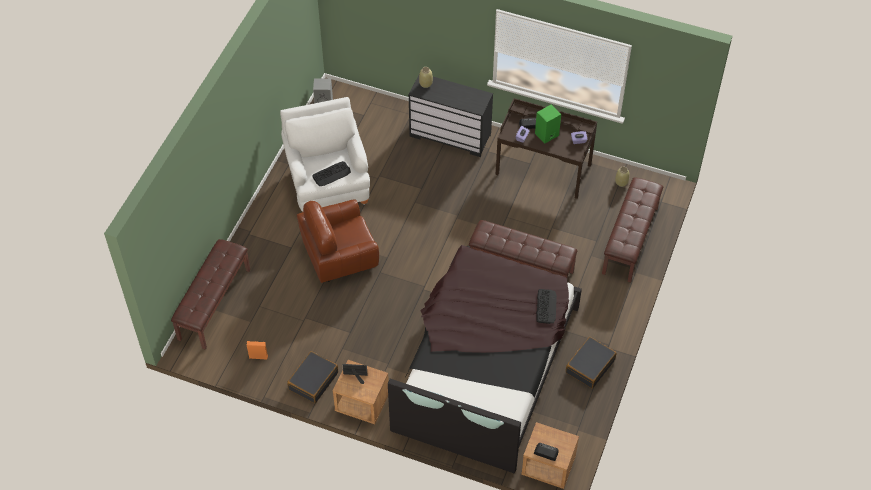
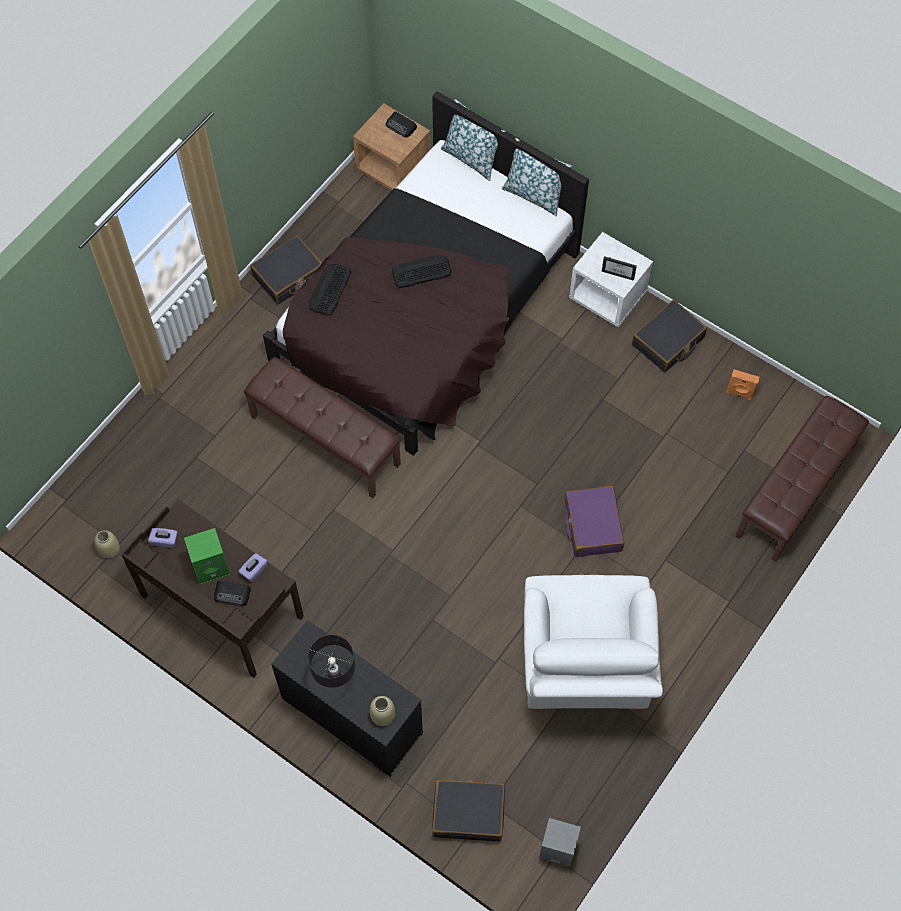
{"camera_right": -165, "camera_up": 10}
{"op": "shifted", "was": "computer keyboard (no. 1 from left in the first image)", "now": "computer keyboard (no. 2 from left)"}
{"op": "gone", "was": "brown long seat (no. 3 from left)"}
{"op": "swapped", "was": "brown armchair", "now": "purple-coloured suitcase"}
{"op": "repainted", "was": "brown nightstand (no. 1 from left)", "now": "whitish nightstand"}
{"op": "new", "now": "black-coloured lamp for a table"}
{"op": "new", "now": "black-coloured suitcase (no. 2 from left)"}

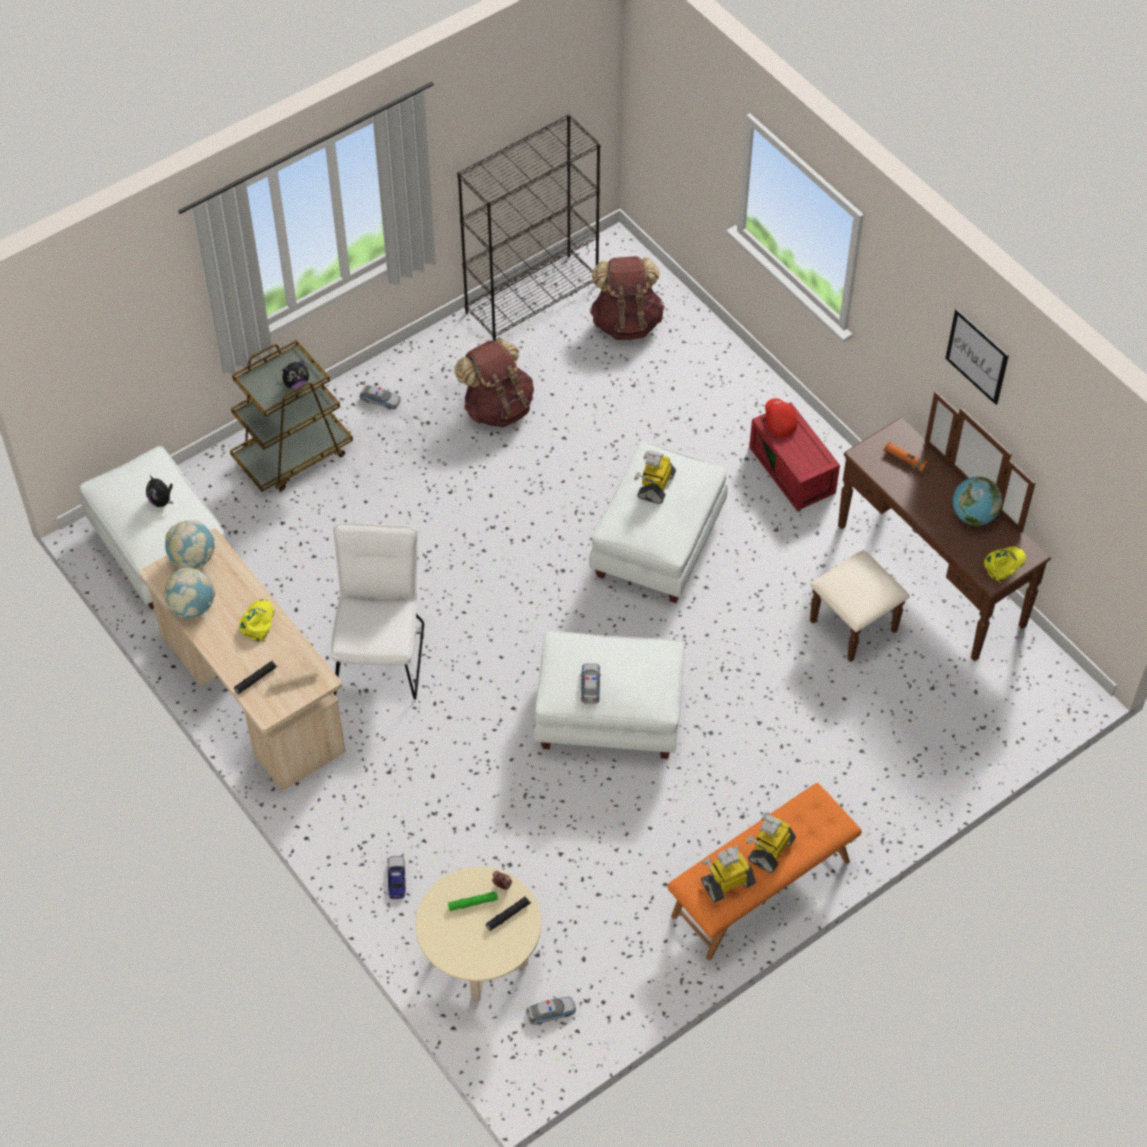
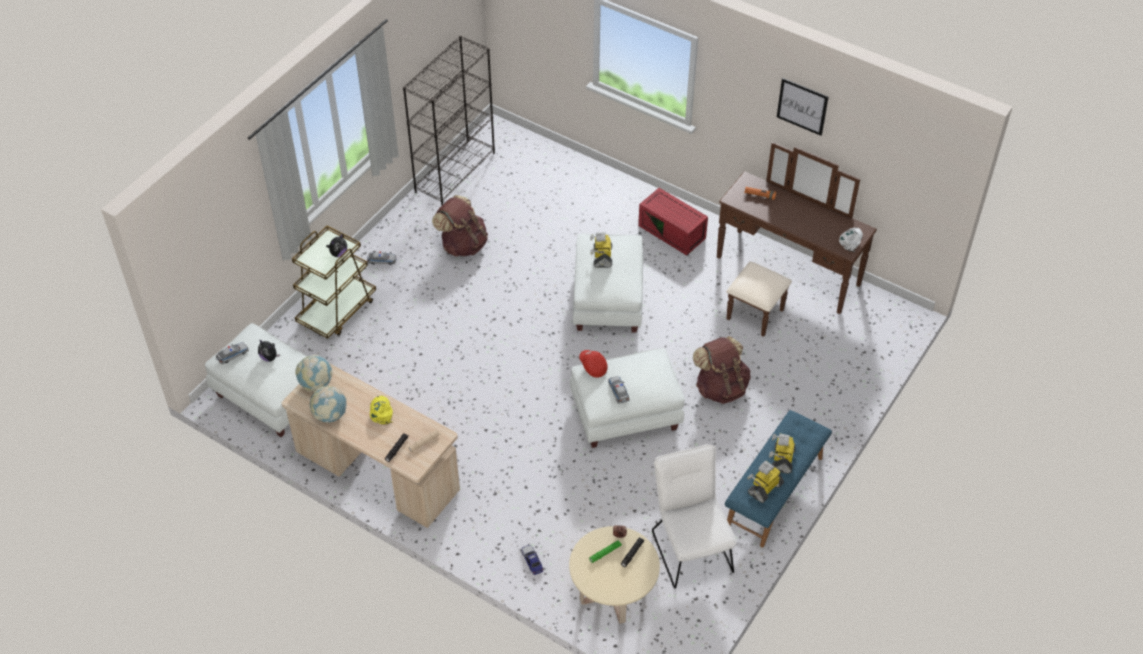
{"camera_right": -20, "camera_up": -5}
{"op": "shifted", "was": "brown rucksack (no. 2 from left)"}
{"op": "shifted", "was": "red-coloured baseball cap"}
{"op": "gone", "was": "desk globe (no. 3 from left)"}
{"op": "shifted", "was": "whitish upright chair"}
{"op": "repainted", "was": "yellowish baseball cap (no. 2 from left)", "now": "whitish baseball cap"}
{"op": "repainted", "was": "orange-coloured long seat", "now": "blue-coloured long seat"}
{"op": "shifted", "was": "miniature car (no. 3 from left in the first image)", "now": "miniature car (no. 1 from left)"}

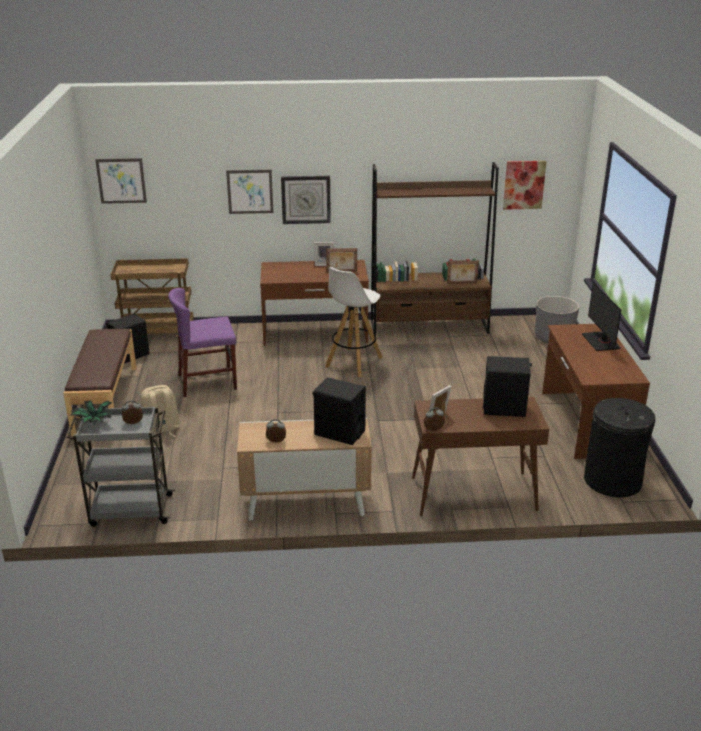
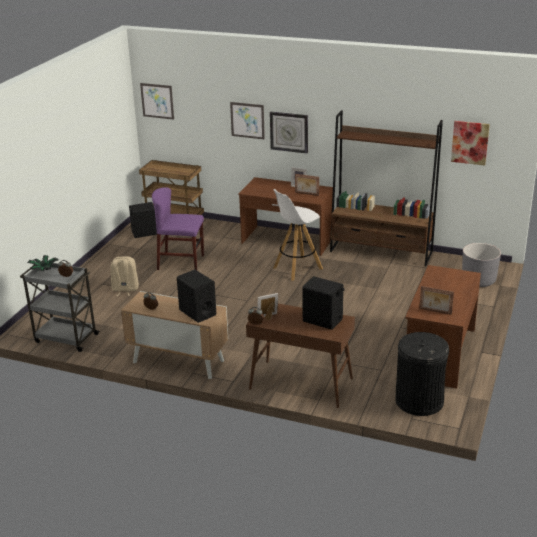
{"camera_right": 25, "camera_up": 0}
{"op": "shifted", "was": "picture frame (no. 4 from left)"}
{"op": "gone", "was": "computer screen"}
{"op": "gone", "was": "brown long seat"}

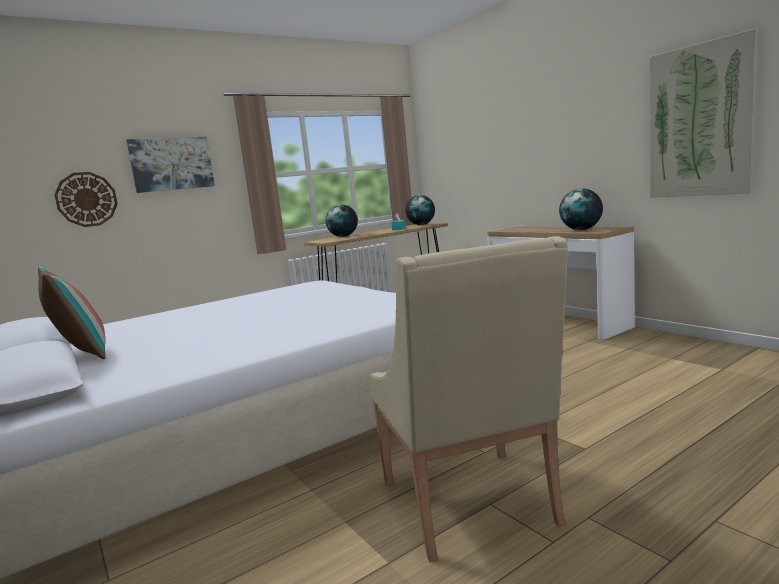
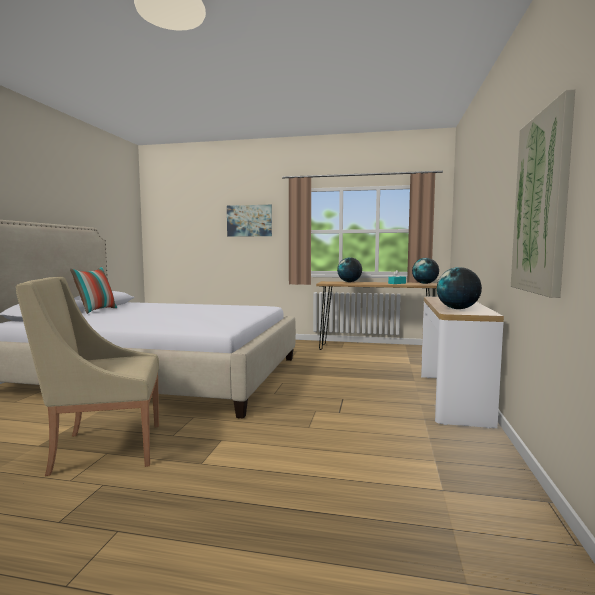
{"camera_right": 45, "camera_up": -5}
{"op": "gone", "was": "clock on the wall"}
{"op": "rotated", "was": "sand-coloured armchair", "clockwise": 45}

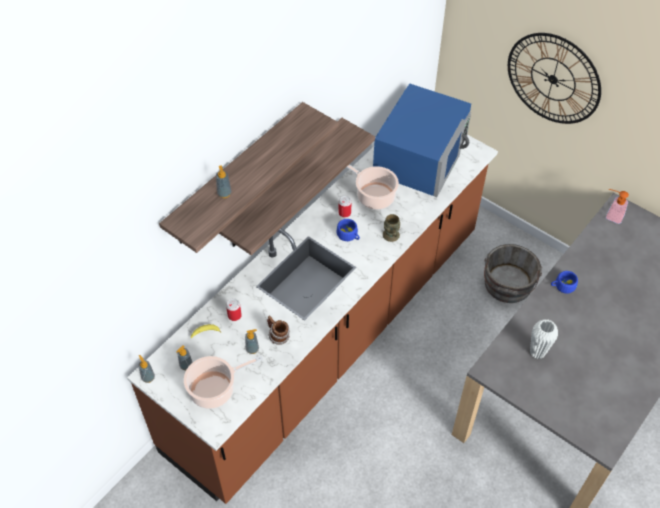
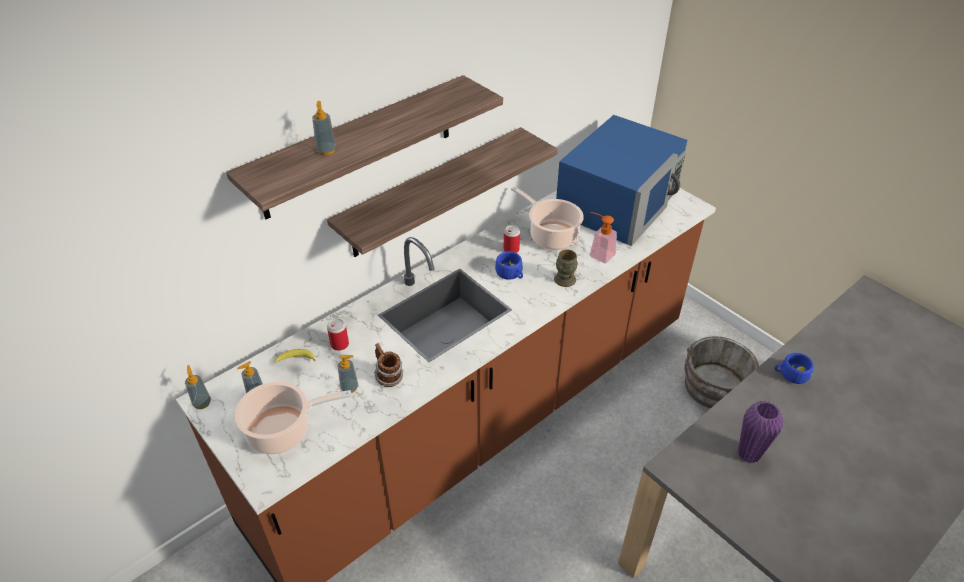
{"camera_right": 10, "camera_up": -10}
{"op": "gone", "was": "clock on the wall"}
{"op": "shifted", "was": "soap dispenser (no. 5 from left)"}
{"op": "repainted", "was": "whitish vase", "now": "purple-coloured vase"}

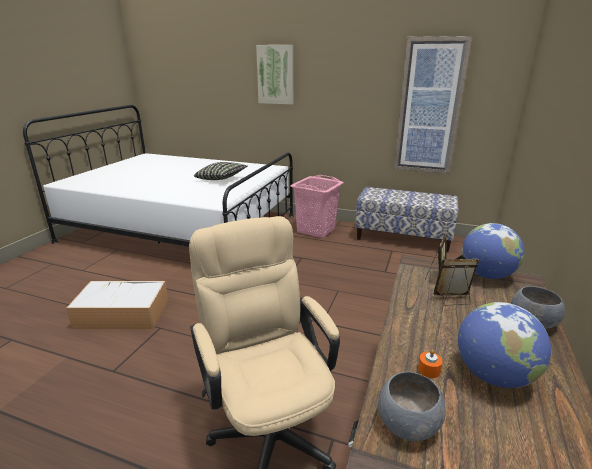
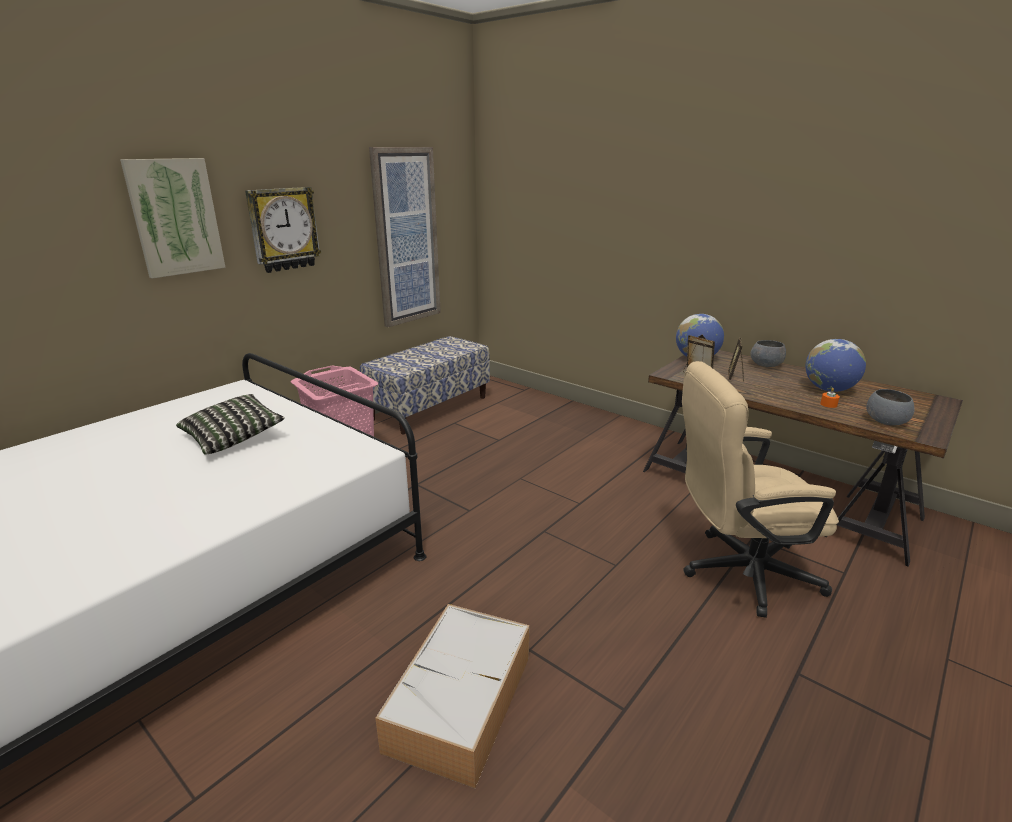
{"camera_right": -70, "camera_up": 0}
{"op": "new", "now": "clock on the wall"}

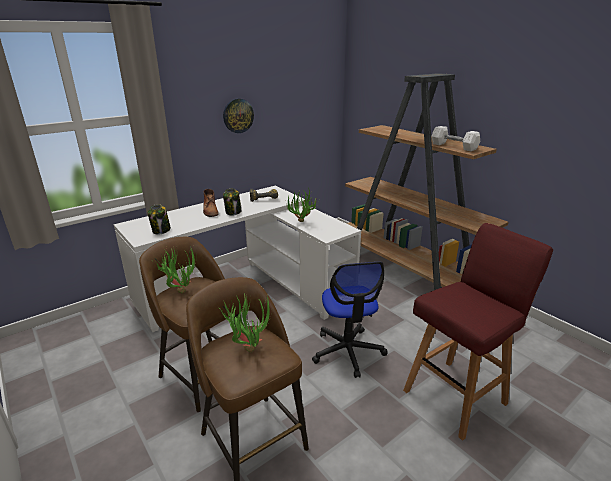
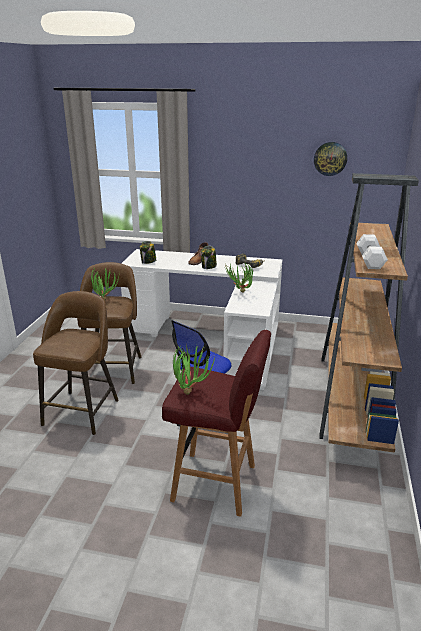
{"camera_right": 50, "camera_up": 0}
{"op": "shifted", "was": "clock on the wall"}
{"op": "shifted", "was": "potted plant (no. 2 from left)"}

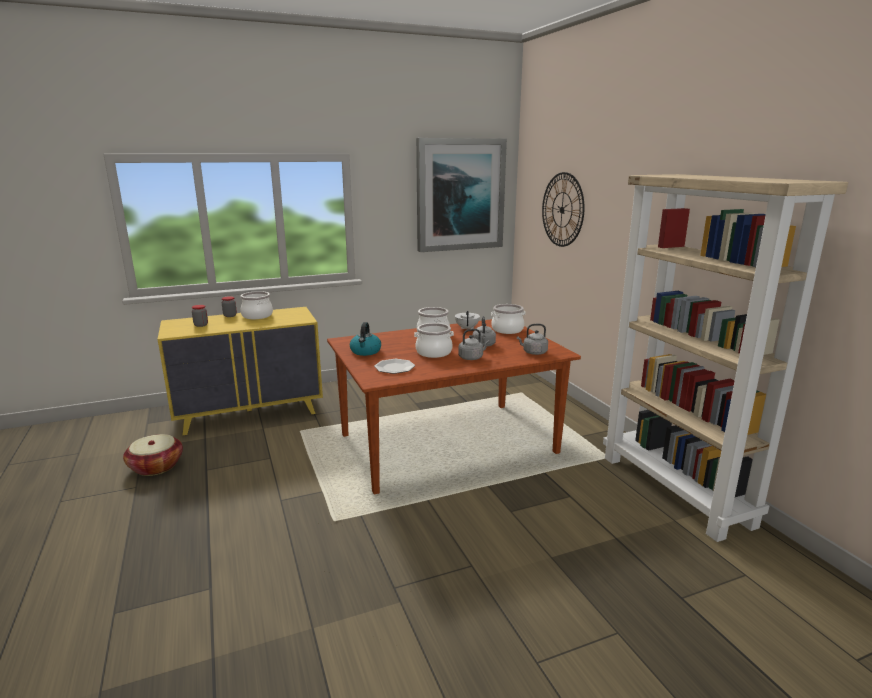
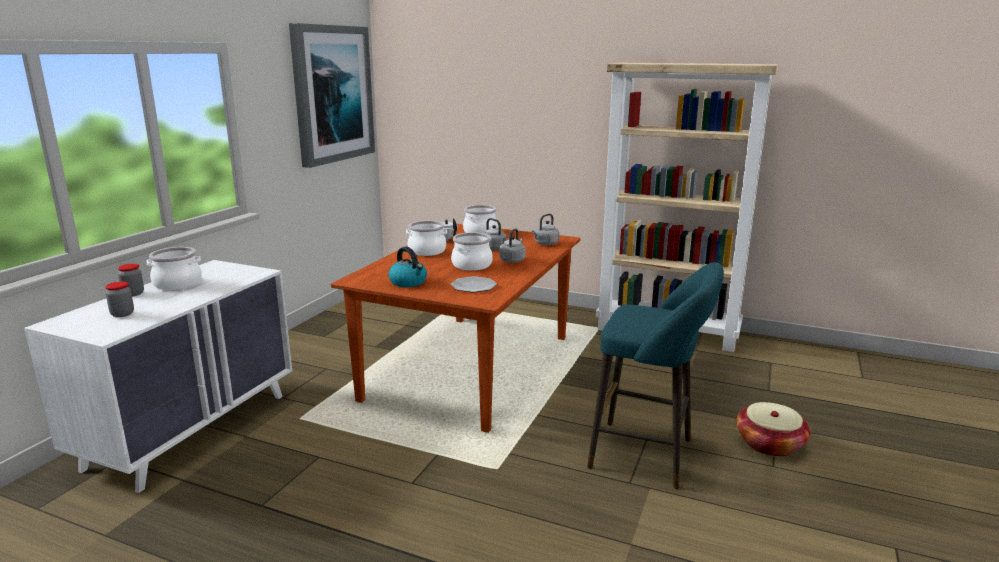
{"camera_right": -45, "camera_up": 0}
{"op": "gone", "was": "clock on the wall"}
{"op": "repainted", "was": "yellowish dresser", "now": "whitish dresser"}
{"op": "shifted", "was": "household basket"}
{"op": "new", "now": "turquoise-coloured stool seat"}

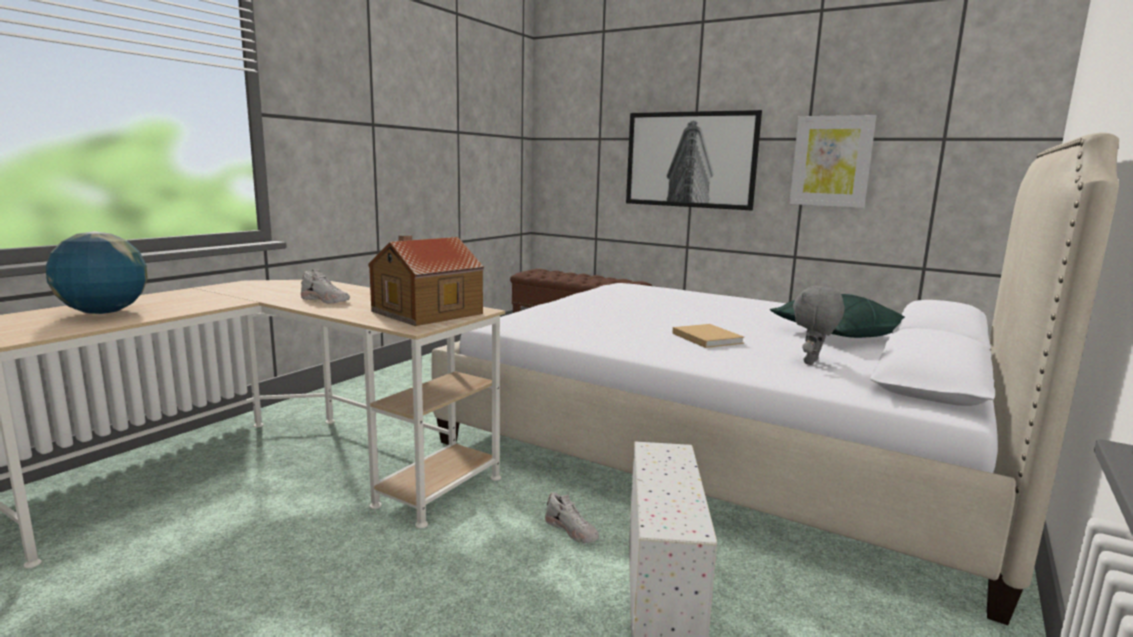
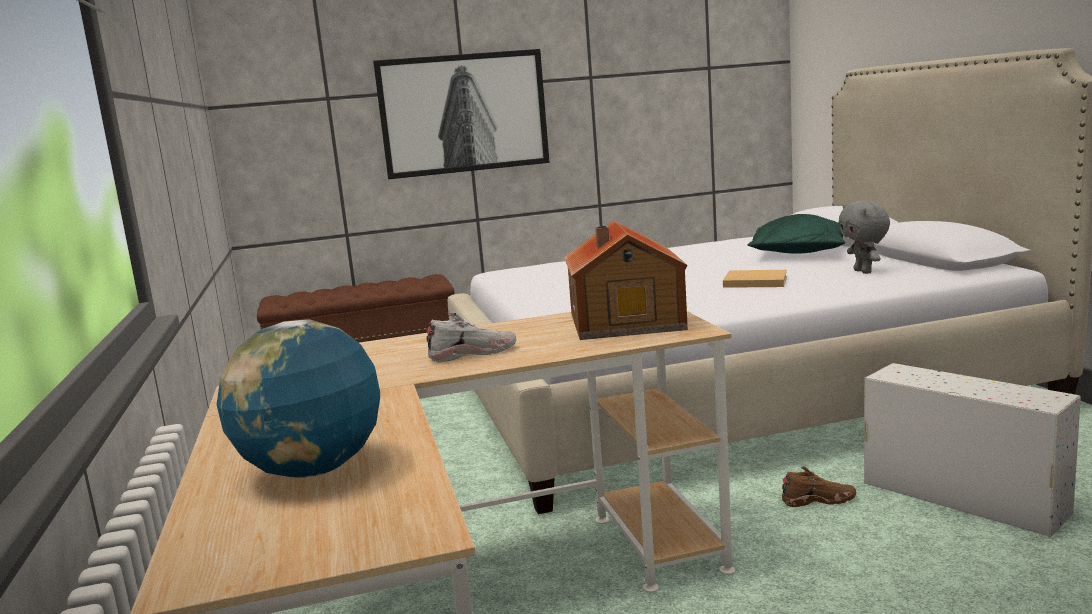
{"camera_right": -45, "camera_up": 0}
{"op": "gone", "was": "picture (no. 2 from left)"}
{"op": "repainted", "was": "whitish low shoe (no. 2 from left)", "now": "brown low shoe"}

